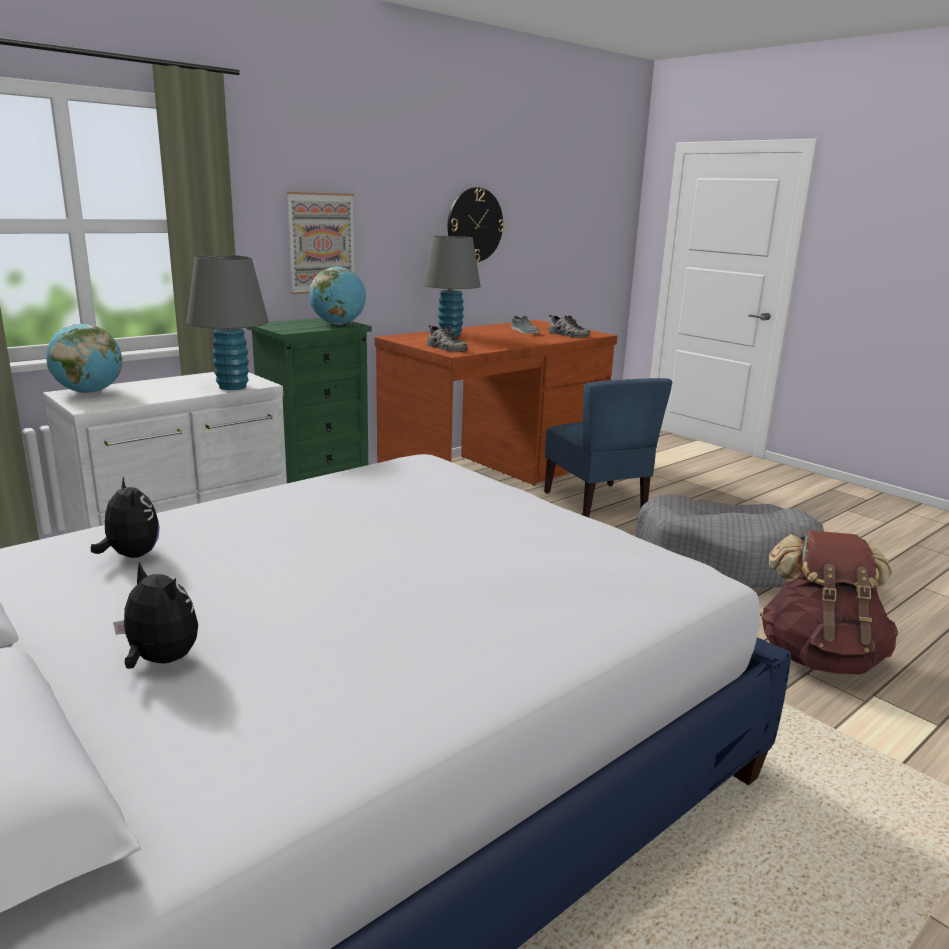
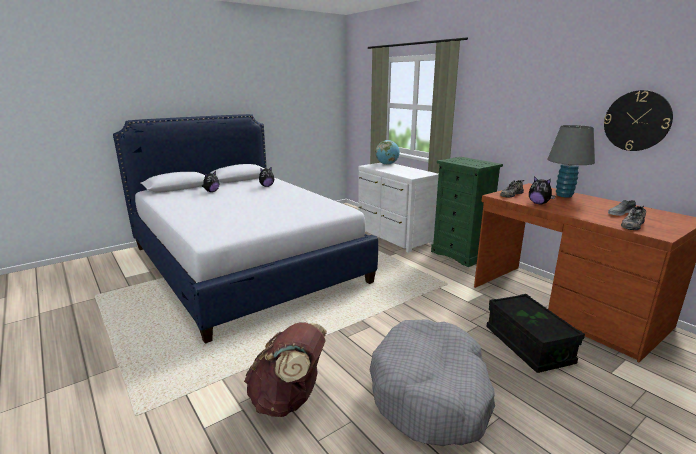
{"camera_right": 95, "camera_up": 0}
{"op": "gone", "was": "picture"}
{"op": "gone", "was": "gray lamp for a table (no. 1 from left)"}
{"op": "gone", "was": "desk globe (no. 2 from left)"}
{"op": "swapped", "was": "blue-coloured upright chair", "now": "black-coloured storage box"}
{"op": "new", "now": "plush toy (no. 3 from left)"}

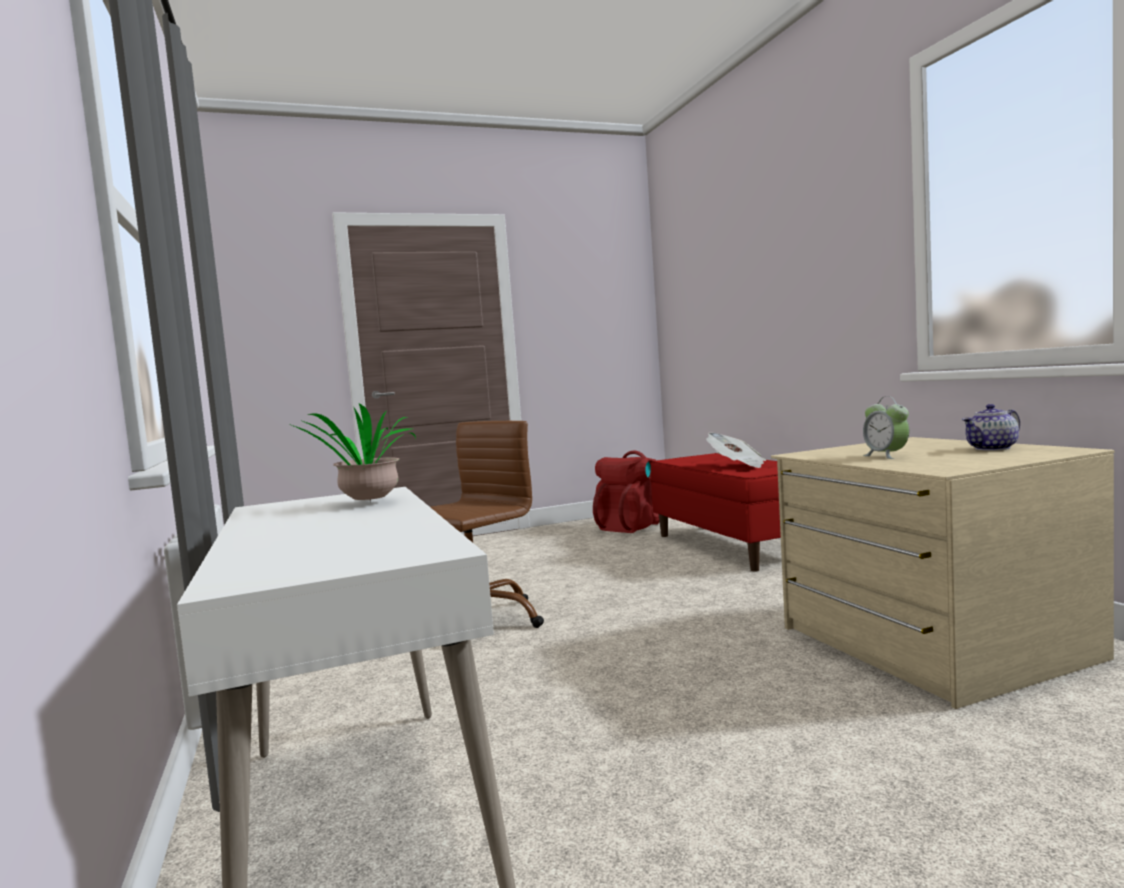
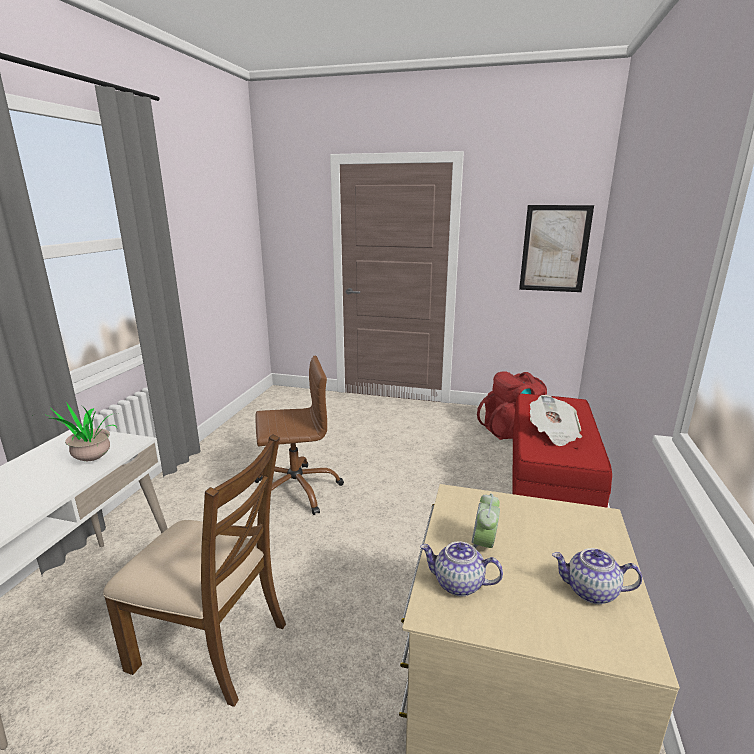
{"camera_right": 35, "camera_up": 15}
{"op": "new", "now": "picture"}
{"op": "new", "now": "brown upright chair"}
{"op": "new", "now": "tea pot (no. 1 from left)"}

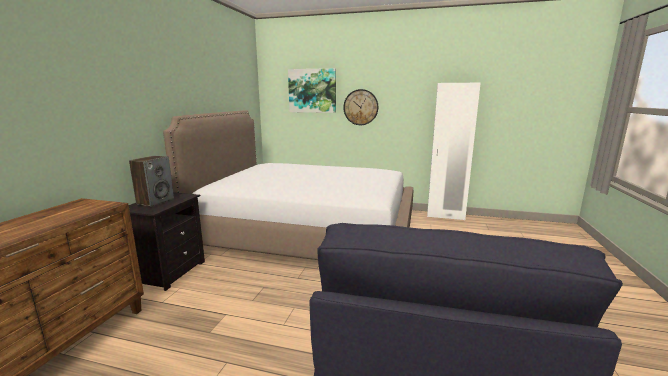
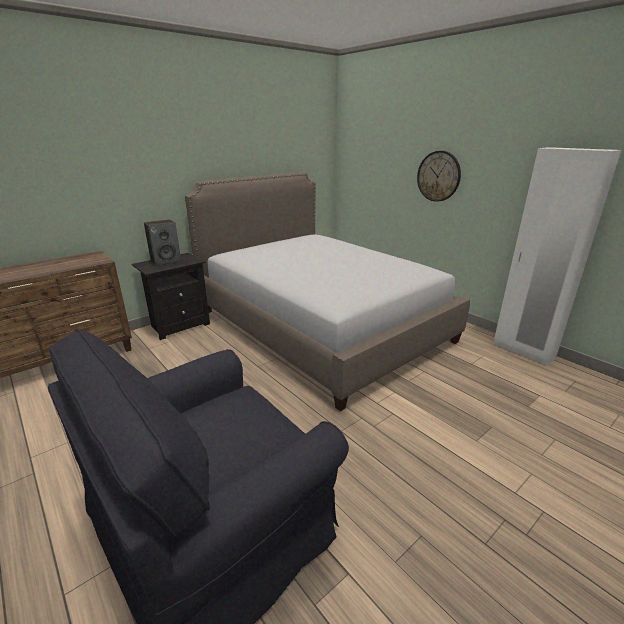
{"camera_right": 35, "camera_up": 10}
{"op": "gone", "was": "picture"}

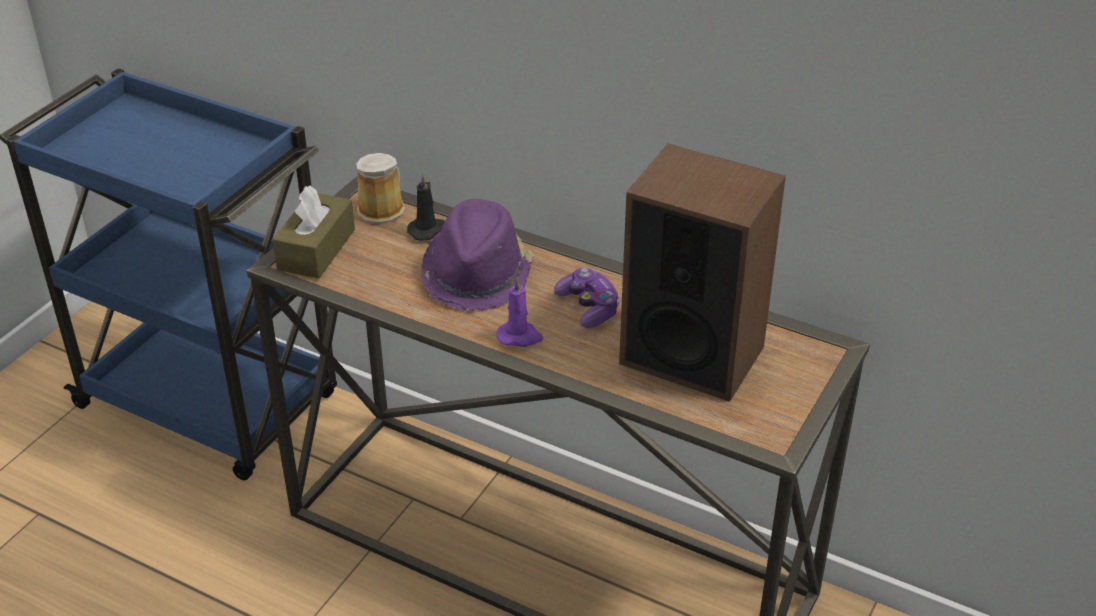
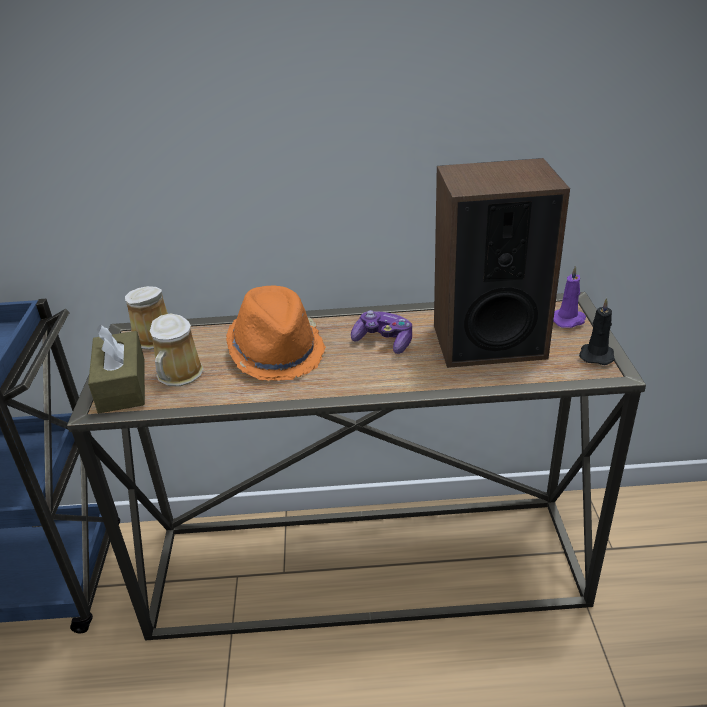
{"camera_right": -30, "camera_up": -5}
{"op": "shifted", "was": "black-coloured candle"}
{"op": "repainted", "was": "purple-coloured hat", "now": "orange-coloured hat"}
{"op": "shifted", "was": "purple-coloured candle"}
{"op": "new", "now": "mug (no. 2 from left)"}

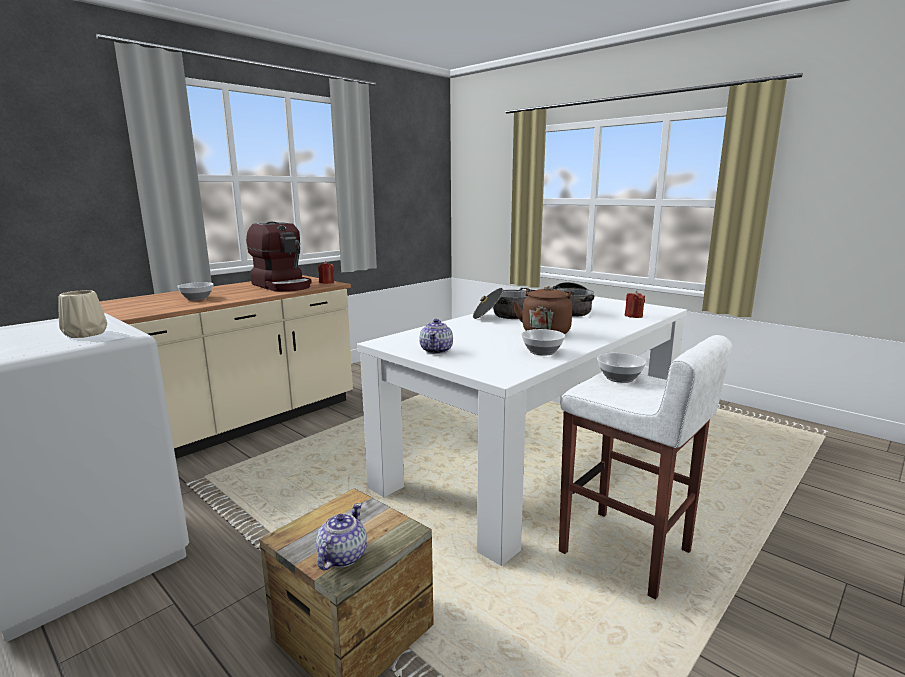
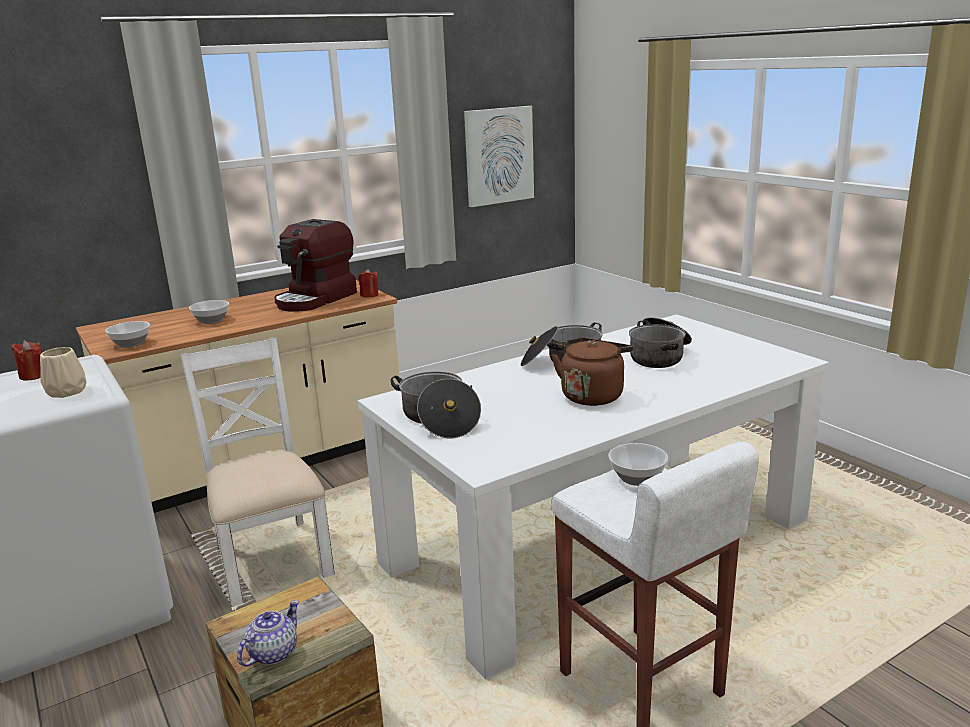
{"camera_right": 15, "camera_up": 5}
{"op": "rotated", "was": "coffee machine", "clockwise": 60}
{"op": "shifted", "was": "red-coloured candle (no. 2 from left in the first image)", "now": "red-coloured candle (no. 1 from left)"}
{"op": "swapped", "was": "tea pot (no. 2 from left)", "now": "cooking pot (no. 1 from left)"}
{"op": "shifted", "was": "bowl (no. 2 from left in the first image)", "now": "bowl (no. 1 from left)"}
{"op": "new", "now": "picture"}
{"op": "new", "now": "whitish upright chair"}

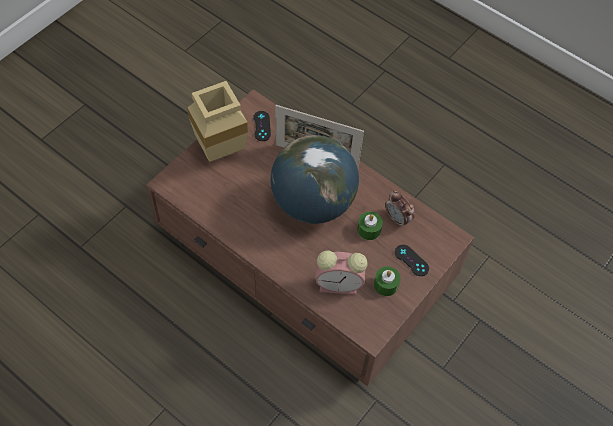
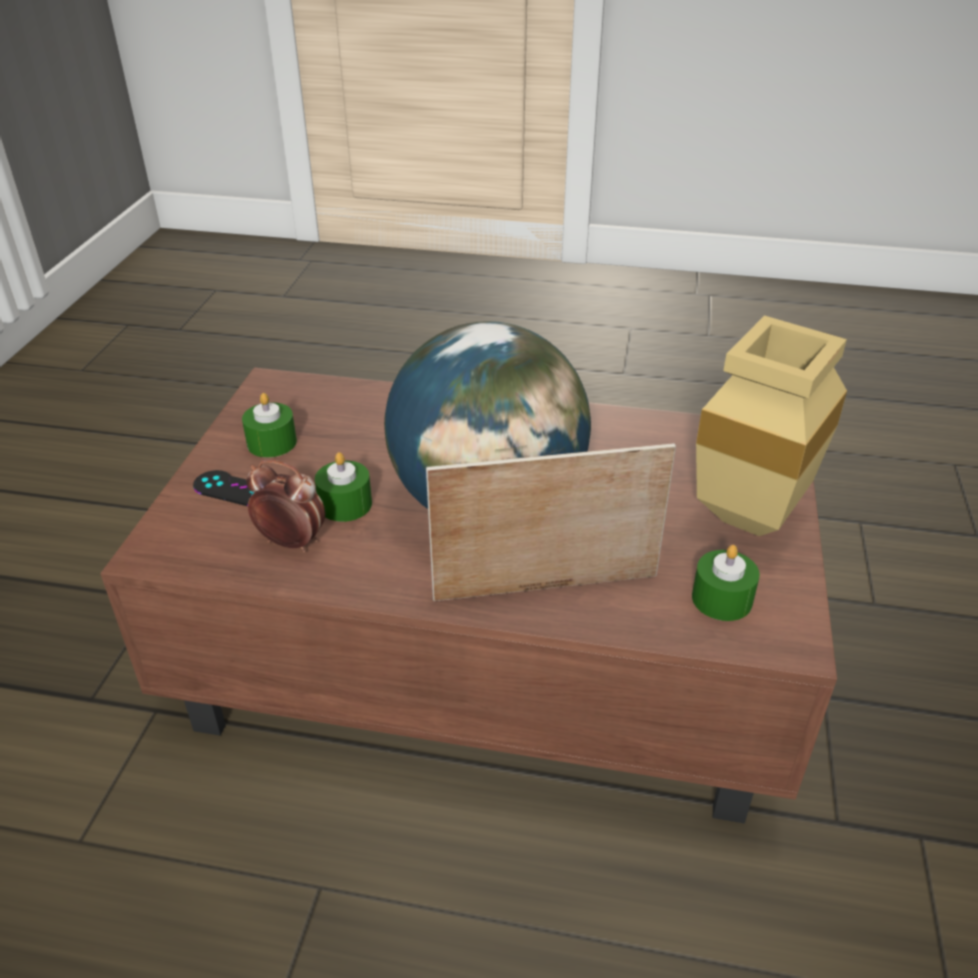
{"camera_right": 155, "camera_up": -20}
{"op": "swapped", "was": "black-coloured gamepad (no. 1 from left)", "now": "green candle (no. 3 from left)"}
{"op": "gone", "was": "table clock (no. 1 from left)"}

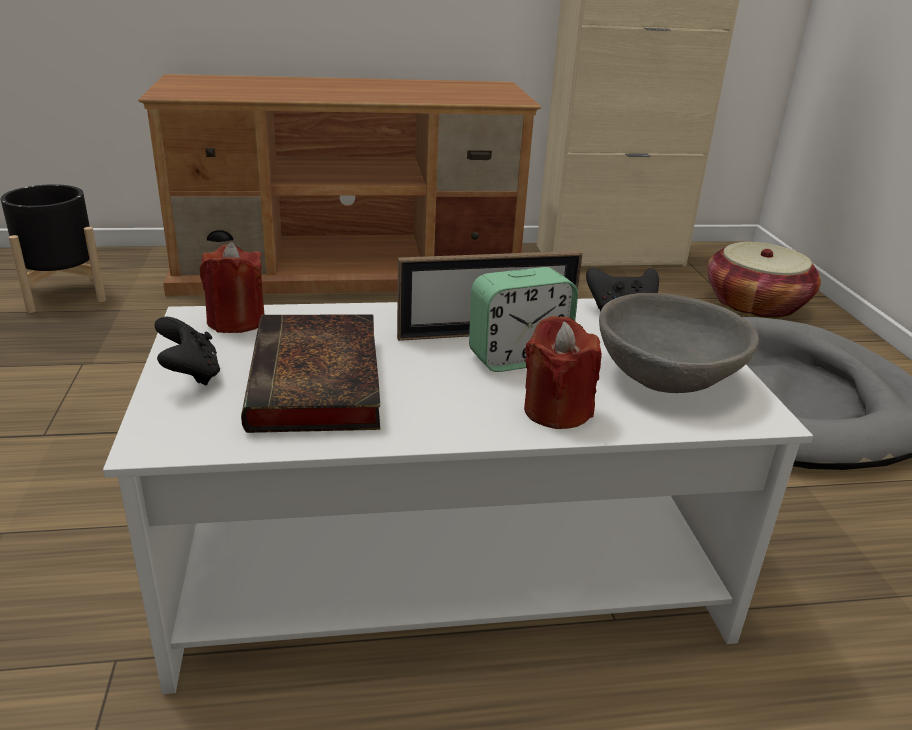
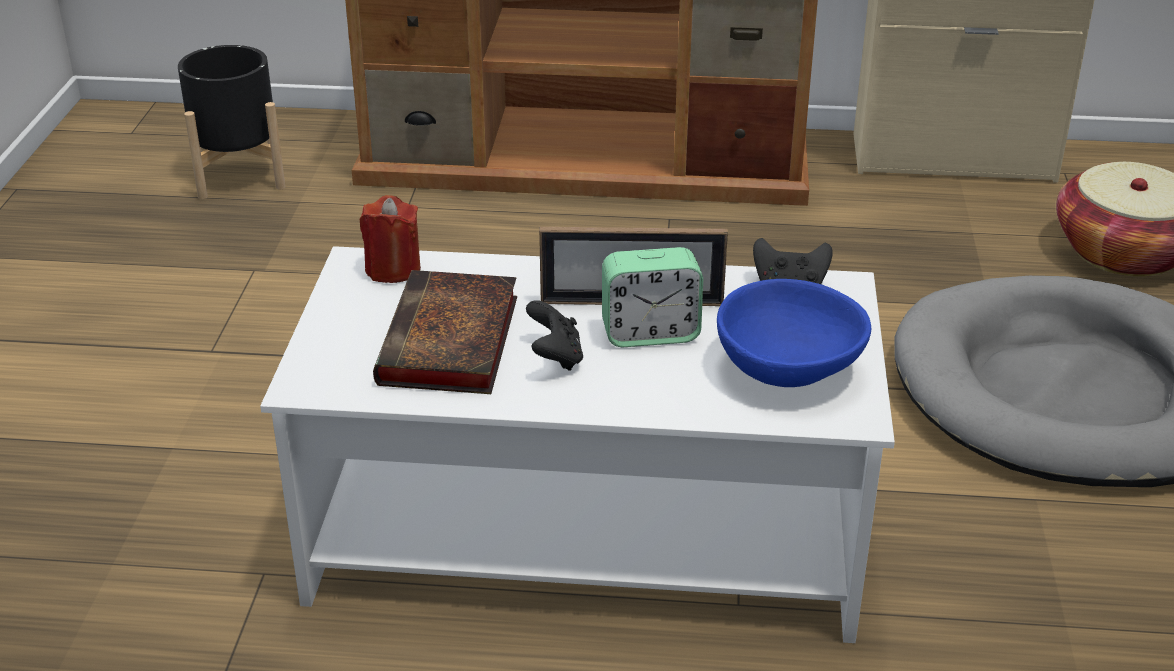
{"camera_right": 15, "camera_up": 5}
{"op": "repainted", "was": "gray bowl", "now": "blue-coloured bowl"}
{"op": "gone", "was": "red-coloured candle (no. 2 from left)"}
{"op": "shifted", "was": "black-coloured gamepad (no. 1 from left)"}

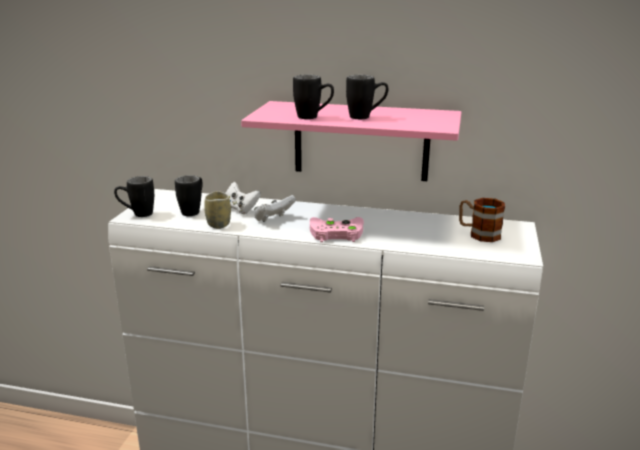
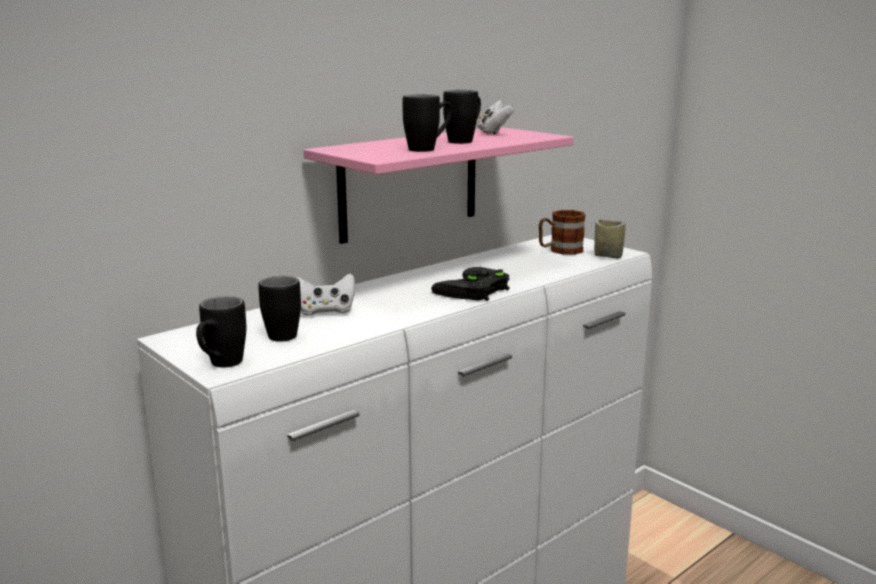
{"camera_right": -55, "camera_up": -5}
{"op": "shifted", "was": "drinking cup"}
{"op": "shifted", "was": "whitish gamepad (no. 2 from left)"}
{"op": "repainted", "was": "pinkish gamepad", "now": "black-coloured gamepad"}

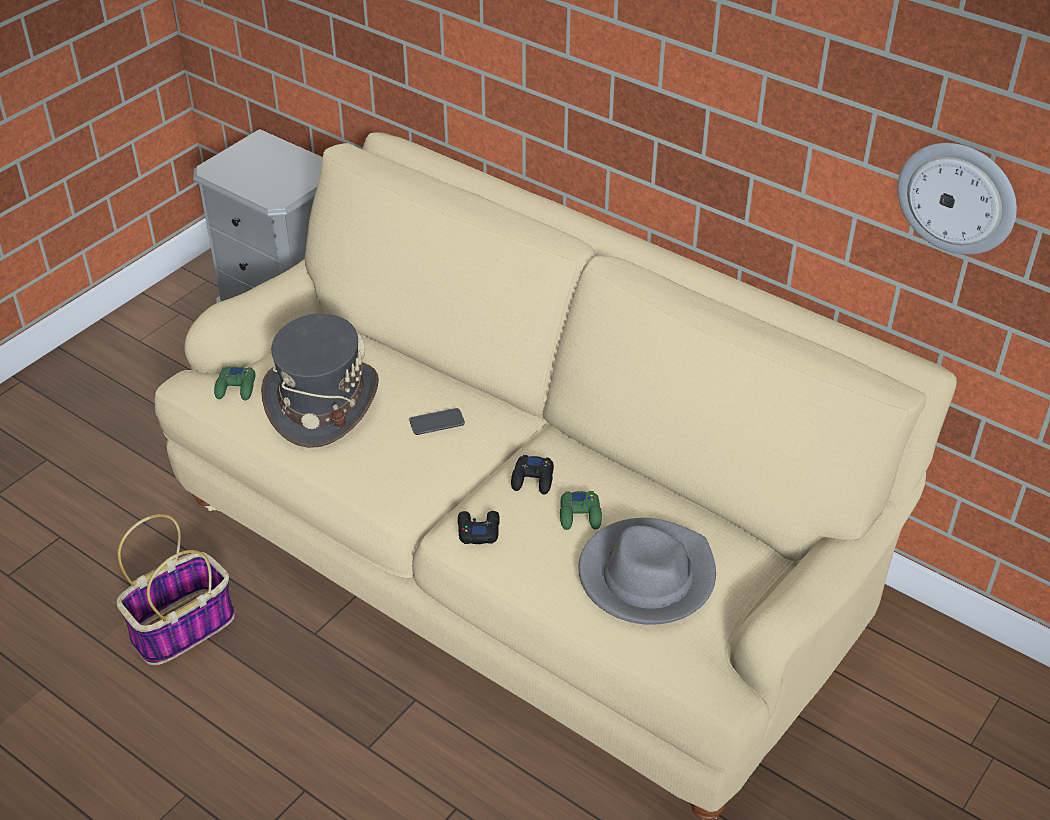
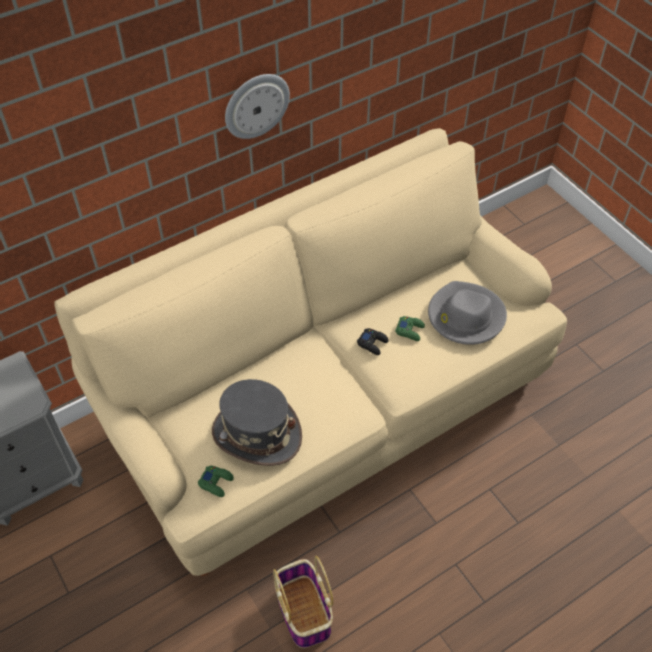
{"camera_right": -70, "camera_up": 10}
{"op": "shifted", "was": "clock on the wall"}
{"op": "gone", "was": "telephone"}
{"op": "gone", "was": "black-coloured gamepad (no. 1 from left)"}

